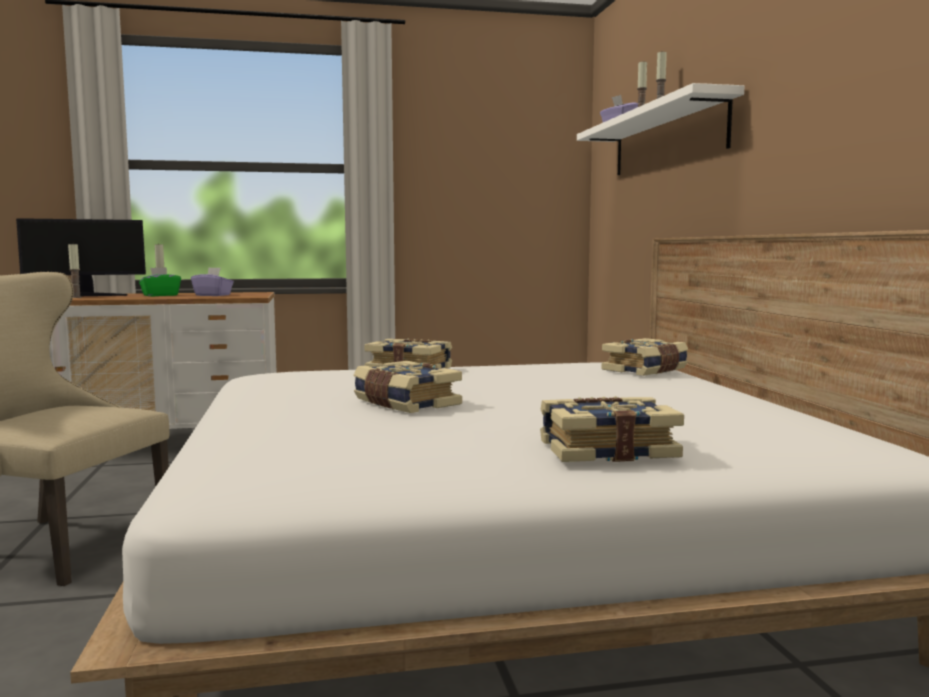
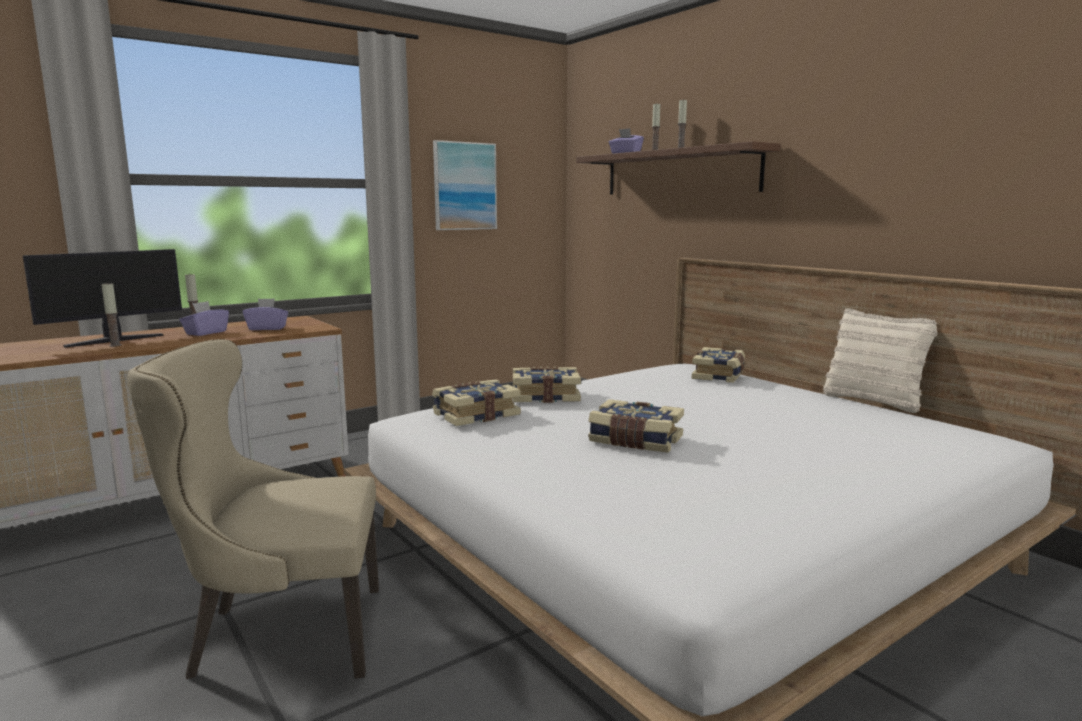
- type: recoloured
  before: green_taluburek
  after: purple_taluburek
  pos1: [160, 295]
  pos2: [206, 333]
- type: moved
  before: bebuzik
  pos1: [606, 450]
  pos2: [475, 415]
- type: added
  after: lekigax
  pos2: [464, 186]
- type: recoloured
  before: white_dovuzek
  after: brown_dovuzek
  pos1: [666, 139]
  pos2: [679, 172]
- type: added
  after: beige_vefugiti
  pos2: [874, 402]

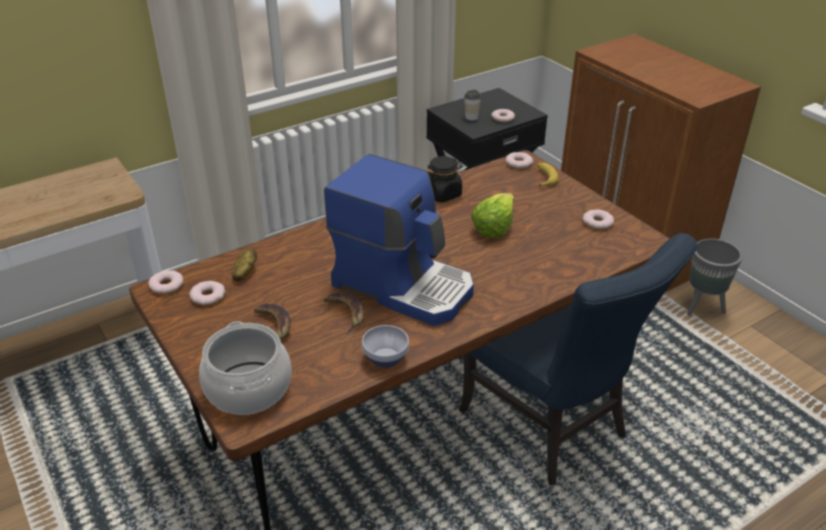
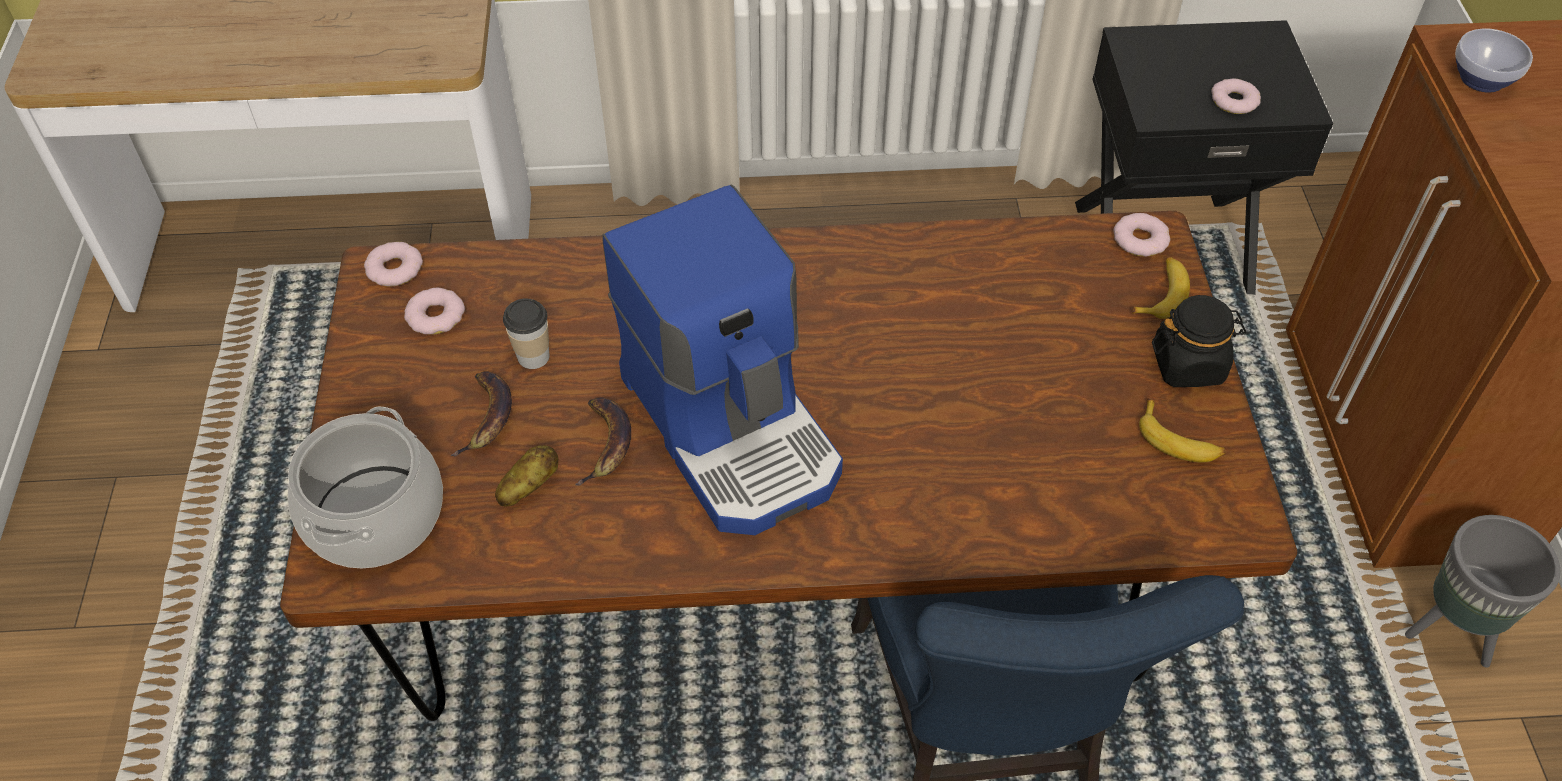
- type: moved
  before: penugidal
  pos1: [244, 273]
  pos2: [528, 487]
- type: moved
  before: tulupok
  pos1: [471, 117]
  pos2: [533, 356]
- type: replaced
  before: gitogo
  after: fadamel
  pos1: [597, 222]
  pos2: [1179, 440]
- type: moved
  before: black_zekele
  pos1: [442, 194]
  pos2: [1188, 365]
- type: moved
  before: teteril
  pos1: [385, 357]
  pos2: [1481, 78]
- type: removed
  before: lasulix
  pos1: [493, 227]

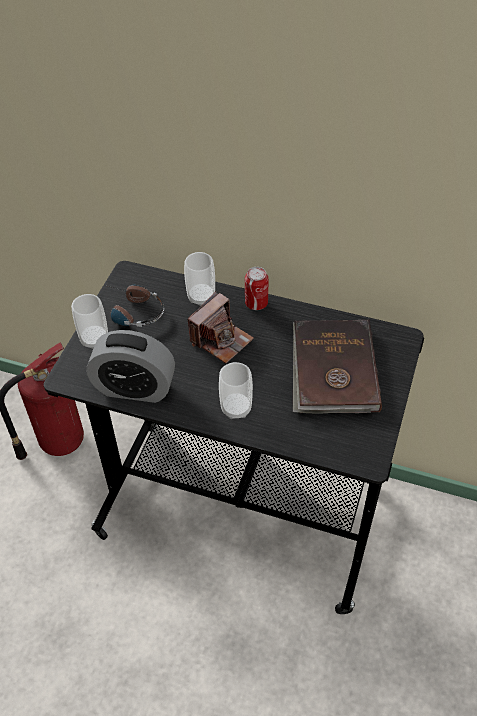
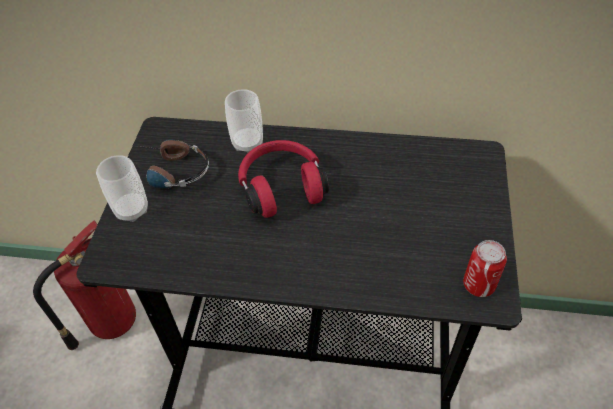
- type: replaced
  before: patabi
  after: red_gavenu
  pos1: [221, 339]
  pos2: [281, 187]
- type: moved
  before: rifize
  pos1: [256, 303]
  pos2: [479, 285]
- type: removed
  before: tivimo
  pos1: [134, 388]
- type: removed
  before: tulupok
  pos1: [236, 408]
- type: removed
  before: brown_bebuzik
  pos1: [333, 370]

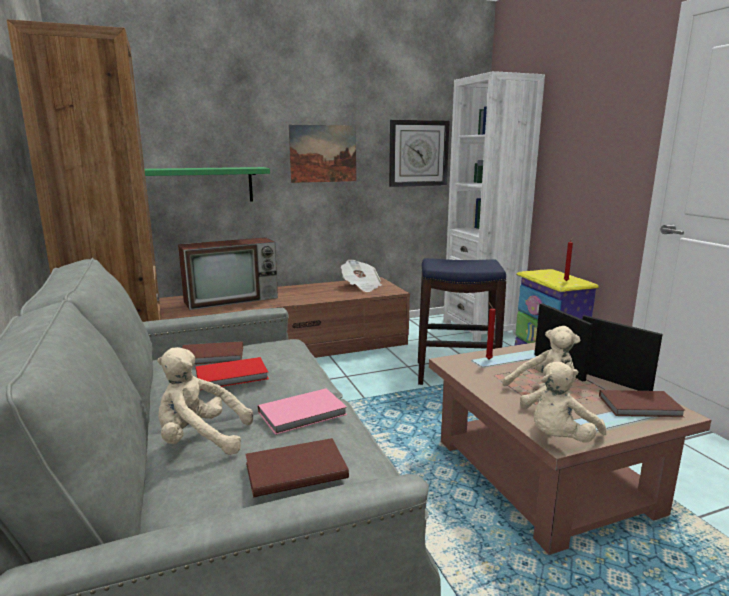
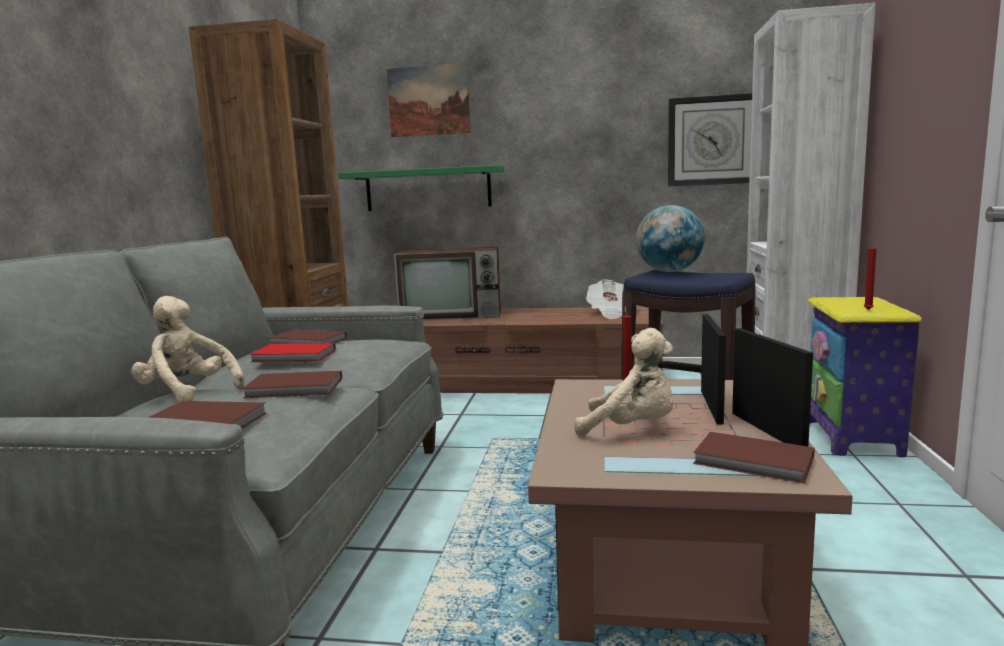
- type: recoloured
  before: pink_bebuzik
  after: brown_bebuzik
  pos1: [304, 414]
  pos2: [295, 388]
- type: moved
  before: lekigax
  pos1: [323, 153]
  pos2: [429, 101]
- type: added
  after: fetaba
  pos2: [669, 271]
- type: removed
  before: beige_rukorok
  pos1: [560, 438]

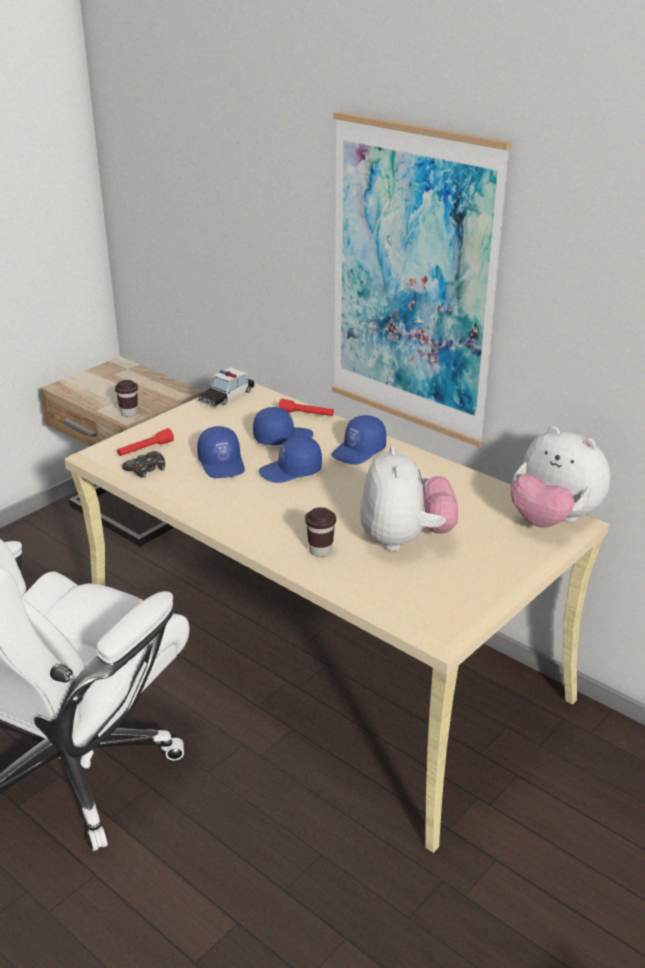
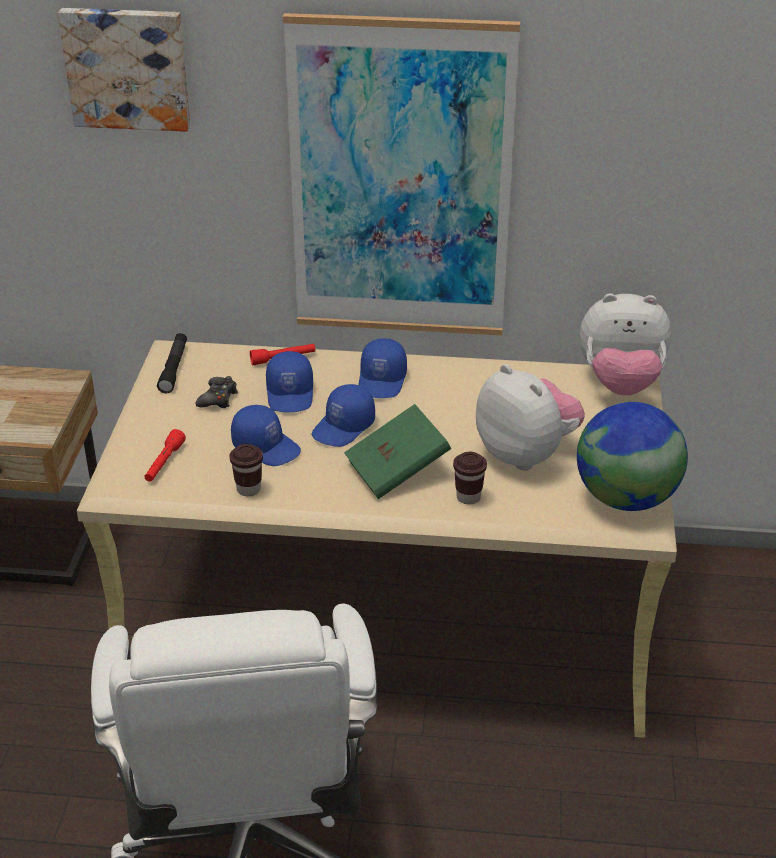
- type: added
  after: lekigax
  pos2: [127, 68]
- type: replaced
  before: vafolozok
  after: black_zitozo
  pos1: [227, 396]
  pos2: [174, 368]
- type: moved
  before: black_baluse
  pos1: [146, 469]
  pos2: [218, 398]
- type: moved
  before: brown_tulupok
  pos1: [129, 413]
  pos2: [248, 489]
- type: turned
  before: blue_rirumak
  pos1: [282, 437]
  pos2: [291, 394]
  turn: 135
- type: added
  after: green_bebuzik
  pos2: [397, 470]
- type: added
  after: fetaba
  pos2: [626, 498]

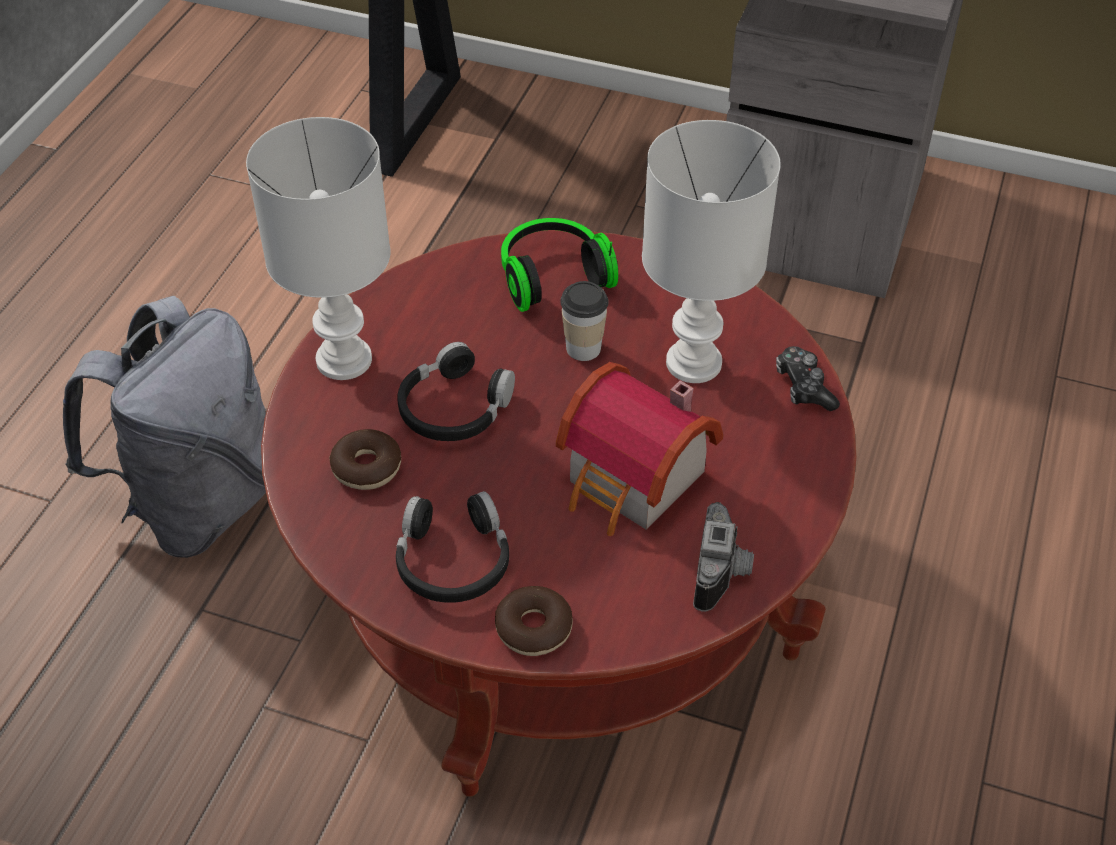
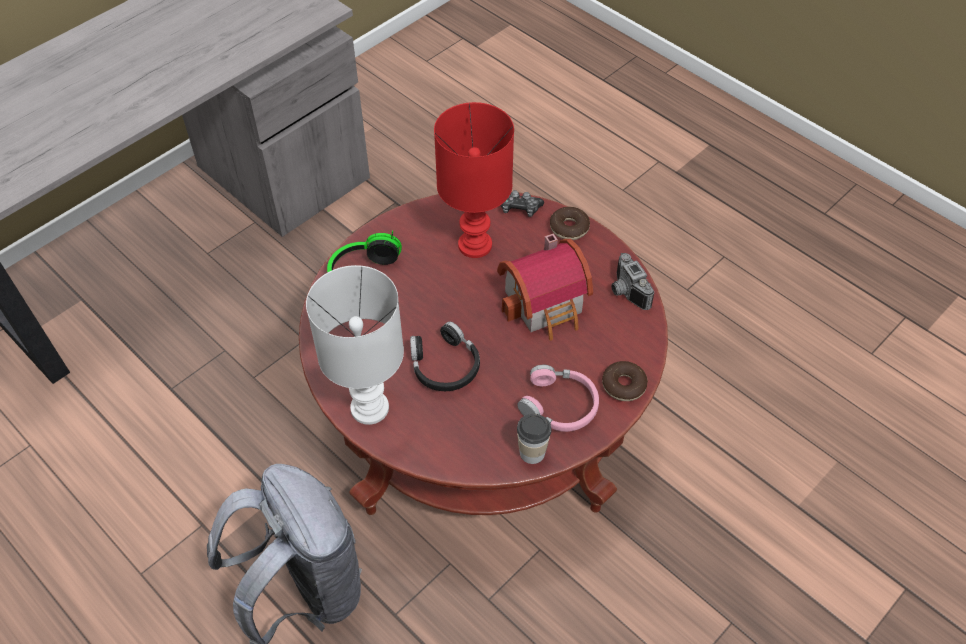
- type: recoloured
  before: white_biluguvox
  after: red_biluguvox
  pos1: [691, 363]
  pos2: [474, 246]
- type: recoloured
  before: black_gavenu
  after: pink_gavenu
  pos1: [453, 560]
  pos2: [559, 405]
- type: moved
  before: tulupok
  pos1: [583, 348]
  pos2: [532, 453]
- type: moved
  before: gitogo
  pos1: [366, 467]
  pos2: [569, 228]
- type: turned
  before: patabi
  pos1: [724, 573]
  pos2: [625, 292]
  turn: -150

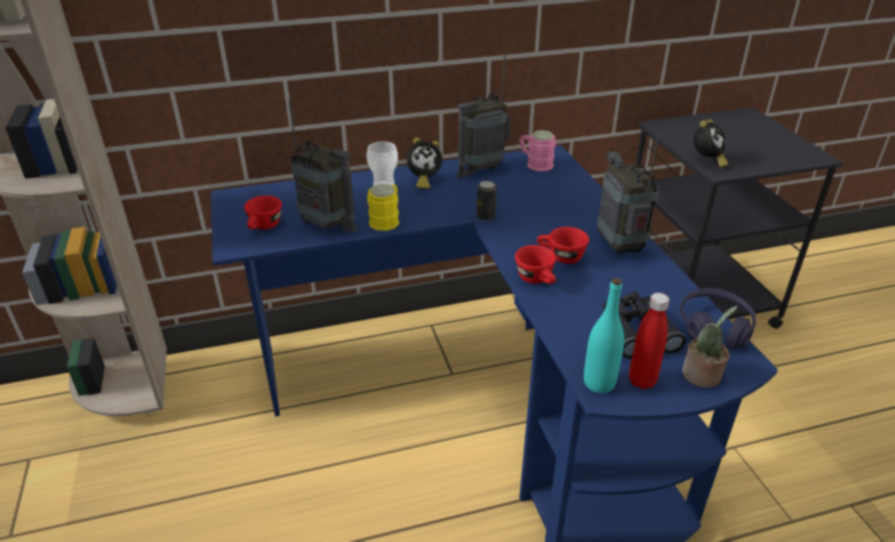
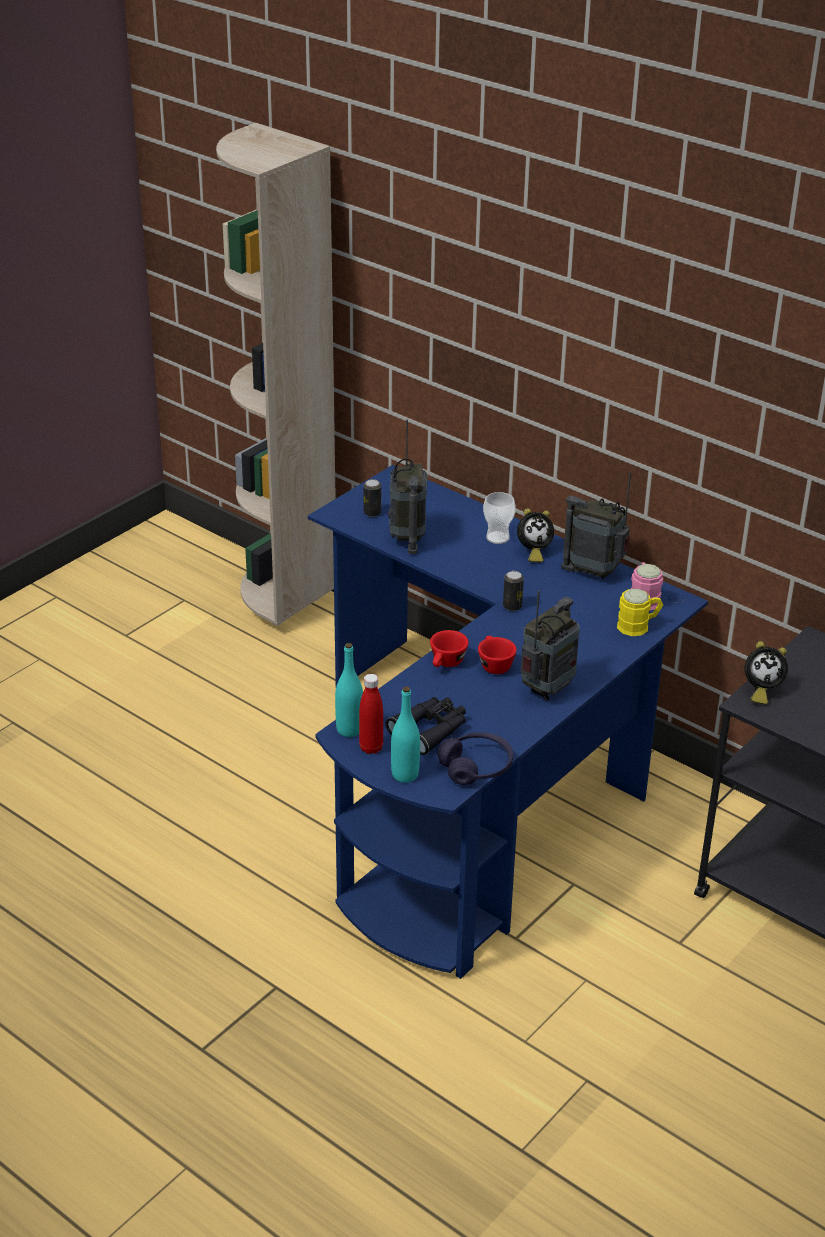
- type: replaced
  before: red_tulupok
  after: rifize
  pos1: [264, 227]
  pos2: [372, 513]
- type: replaced
  before: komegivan
  after: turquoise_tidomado
  pos1: [702, 377]
  pos2: [405, 774]
- type: turned
  before: tivimo
  pos1: [423, 181]
  pos2: [533, 552]
  turn: -60
- type: moved
  before: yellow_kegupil
  pos1: [387, 219]
  pos2: [638, 626]

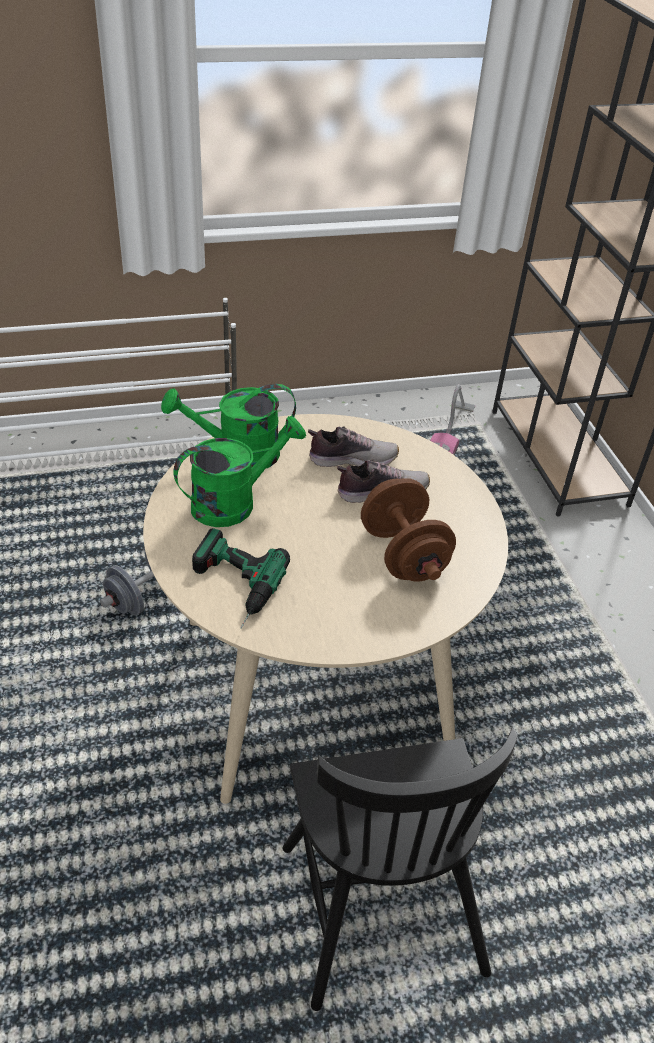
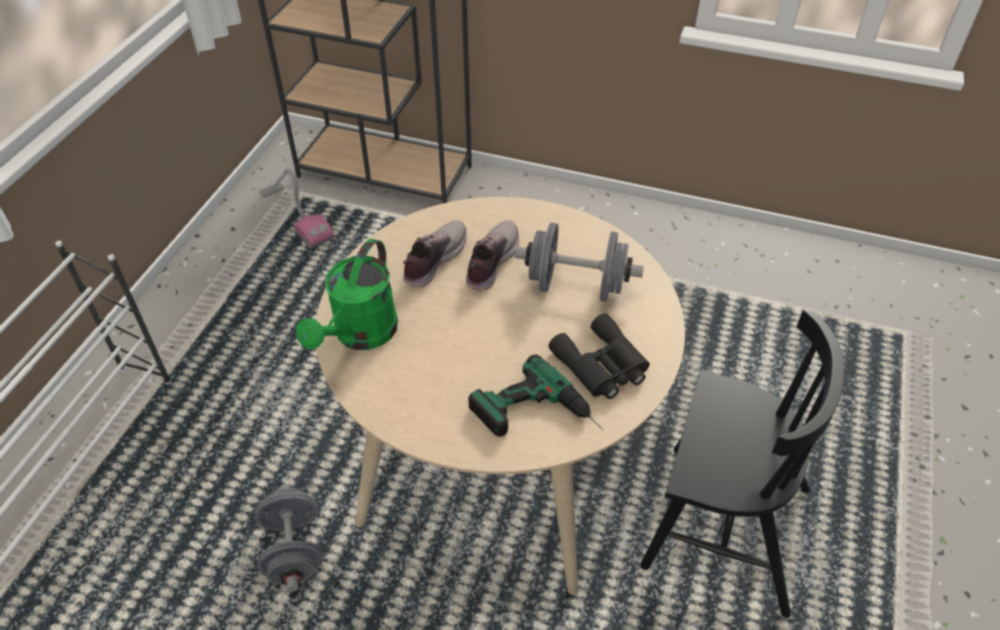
- type: recoloured
  before: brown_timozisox
  after: grey_timozisox
  pos1: [403, 555]
  pos2: [576, 286]
- type: added
  after: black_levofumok
  pos2: [602, 366]
- type: removed
  before: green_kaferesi
  pos1: [234, 502]

